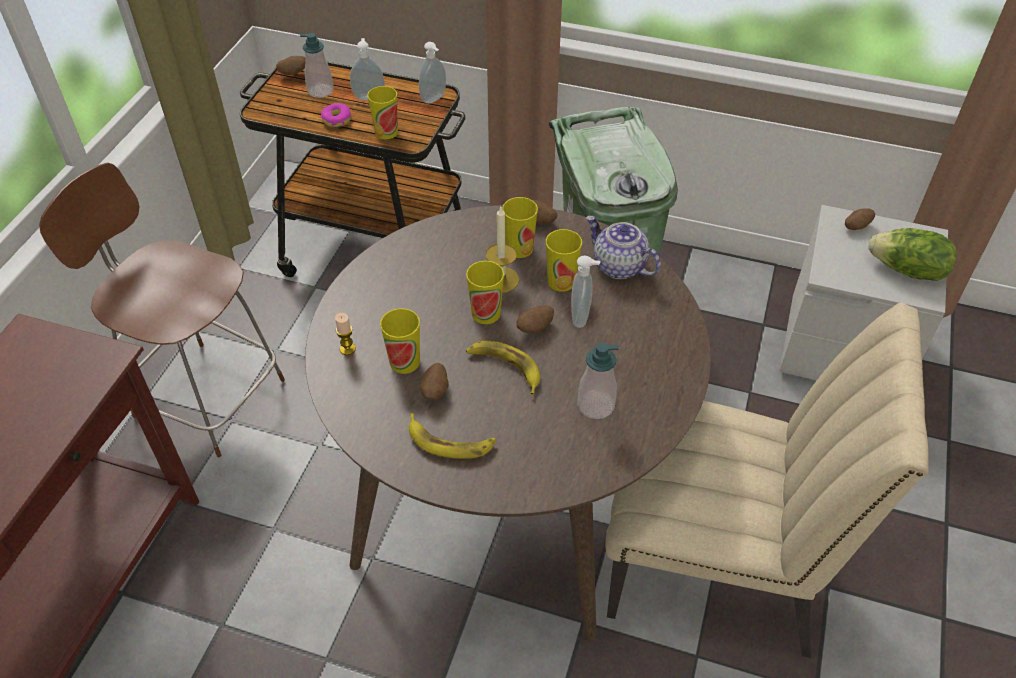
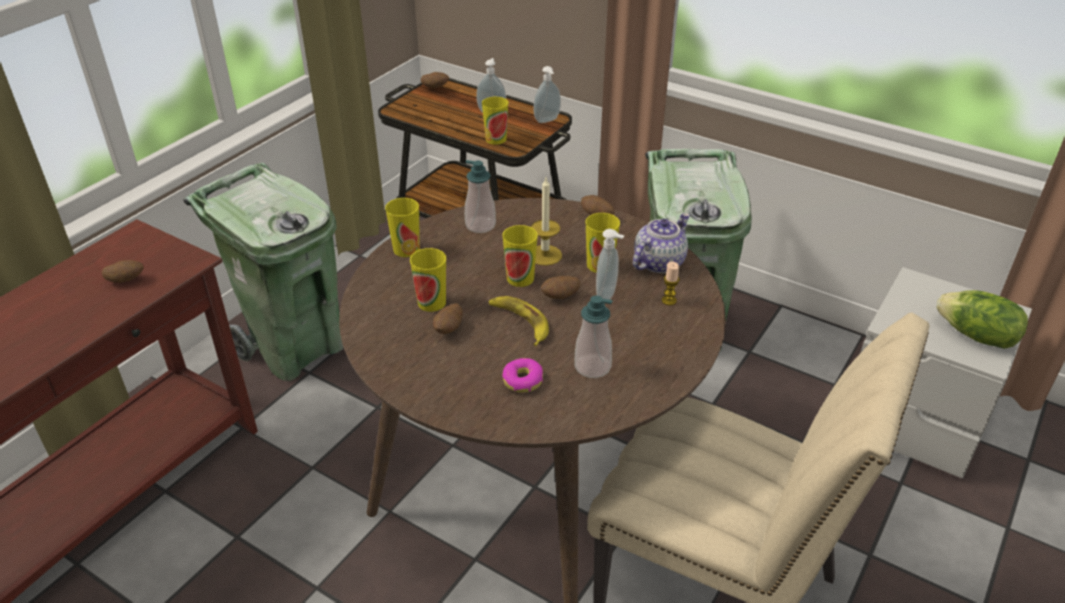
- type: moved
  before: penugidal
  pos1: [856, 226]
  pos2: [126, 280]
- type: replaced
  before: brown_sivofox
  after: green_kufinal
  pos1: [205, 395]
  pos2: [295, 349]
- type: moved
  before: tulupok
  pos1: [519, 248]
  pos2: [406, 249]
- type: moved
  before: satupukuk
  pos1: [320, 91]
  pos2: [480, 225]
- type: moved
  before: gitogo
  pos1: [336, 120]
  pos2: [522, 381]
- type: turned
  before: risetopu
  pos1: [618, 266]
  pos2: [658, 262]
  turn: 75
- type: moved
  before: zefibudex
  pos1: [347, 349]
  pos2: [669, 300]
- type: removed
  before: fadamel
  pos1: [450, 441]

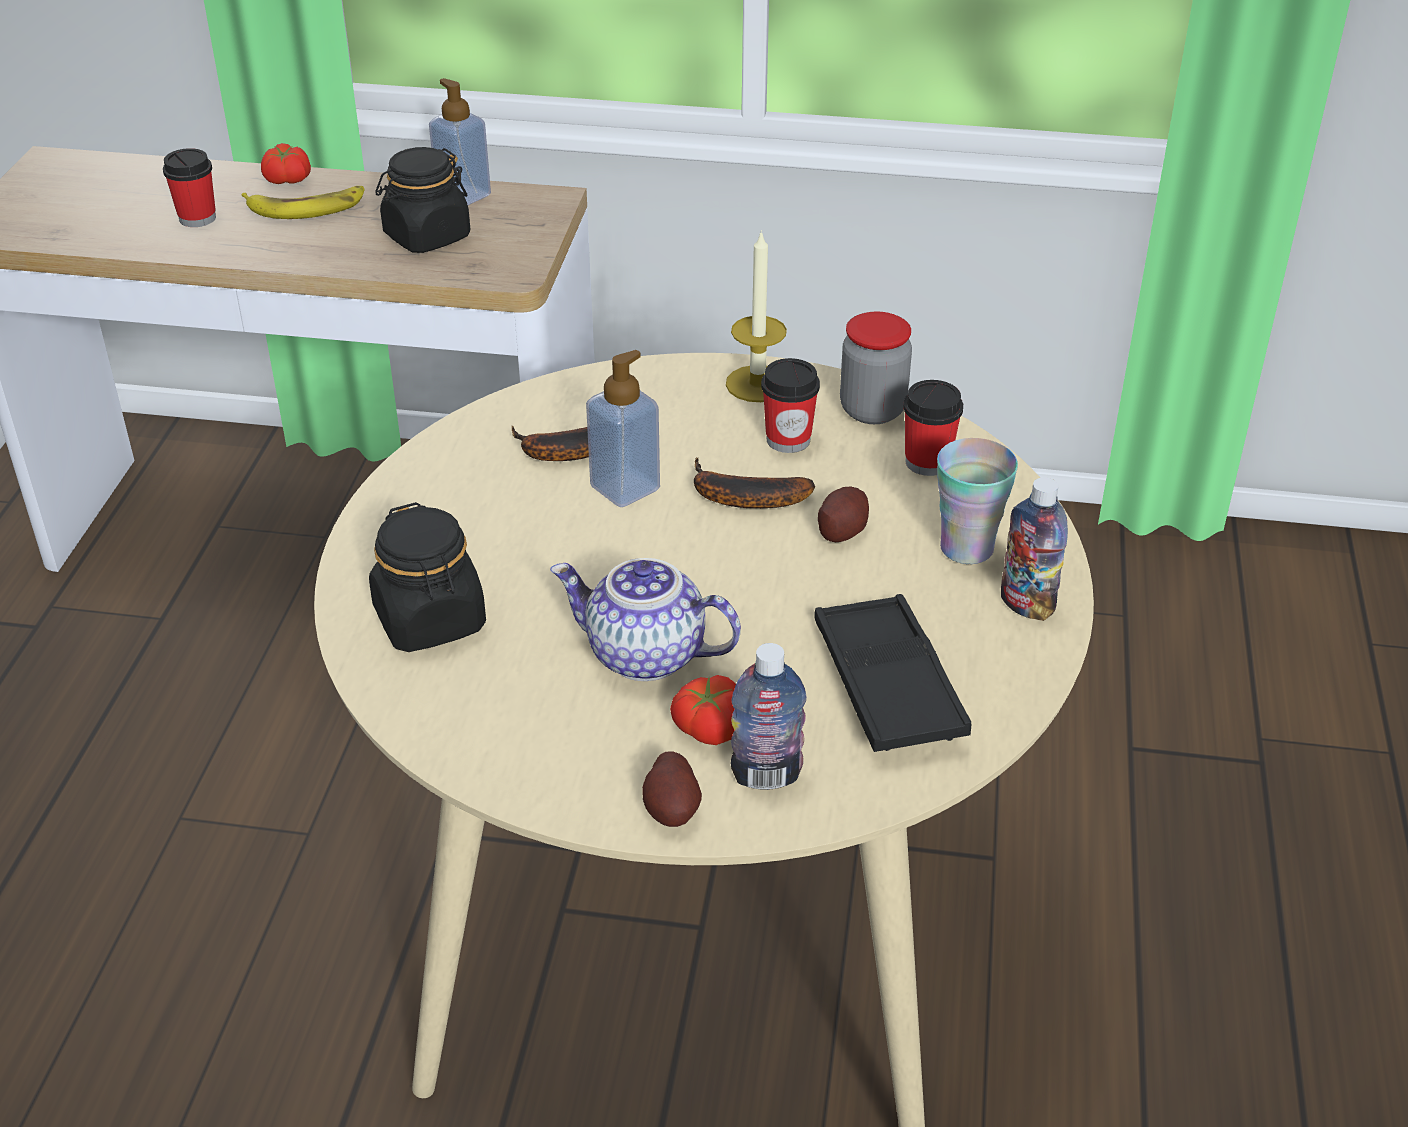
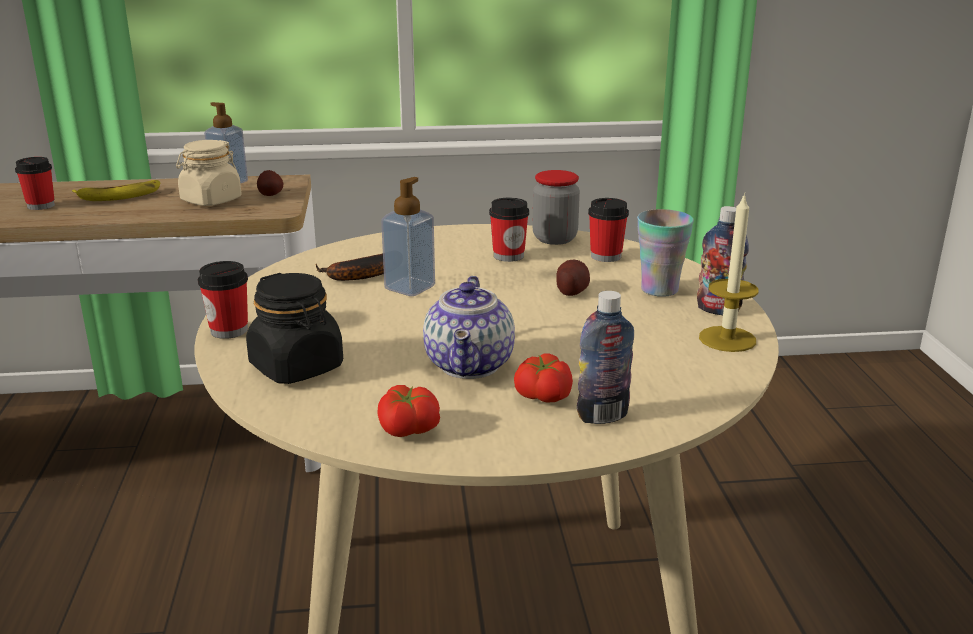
- type: recoloured
  before: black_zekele
  after: beige_zekele
  pos1: [426, 237]
  pos2: [211, 200]
- type: added
  after: tulupok
  pos2: [229, 330]
- type: moved
  before: penugidal
  pos1: [672, 809]
  pos2: [271, 194]
- type: moved
  before: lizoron
  pos1: [286, 180]
  pos2: [407, 430]
- type: turned
  before: risetopu
  pos1: [643, 656]
  pos2: [471, 366]
  turn: -90
- type: moved
  before: zefibudex
  pos1: [757, 384]
  pos2: [727, 339]
- type: removed
  before: fadamel
  pos1: [741, 498]
- type: removed
  before: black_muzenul
  pos1: [887, 684]

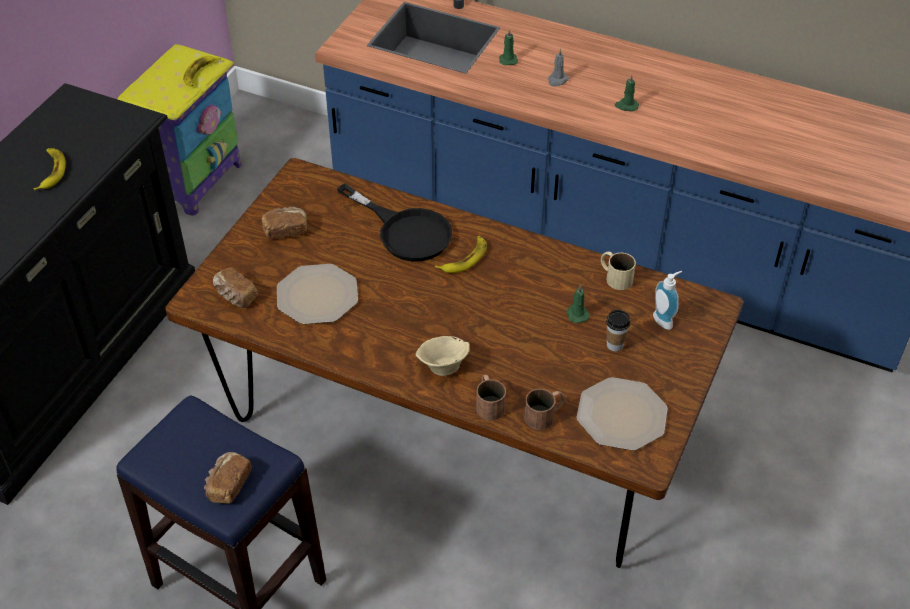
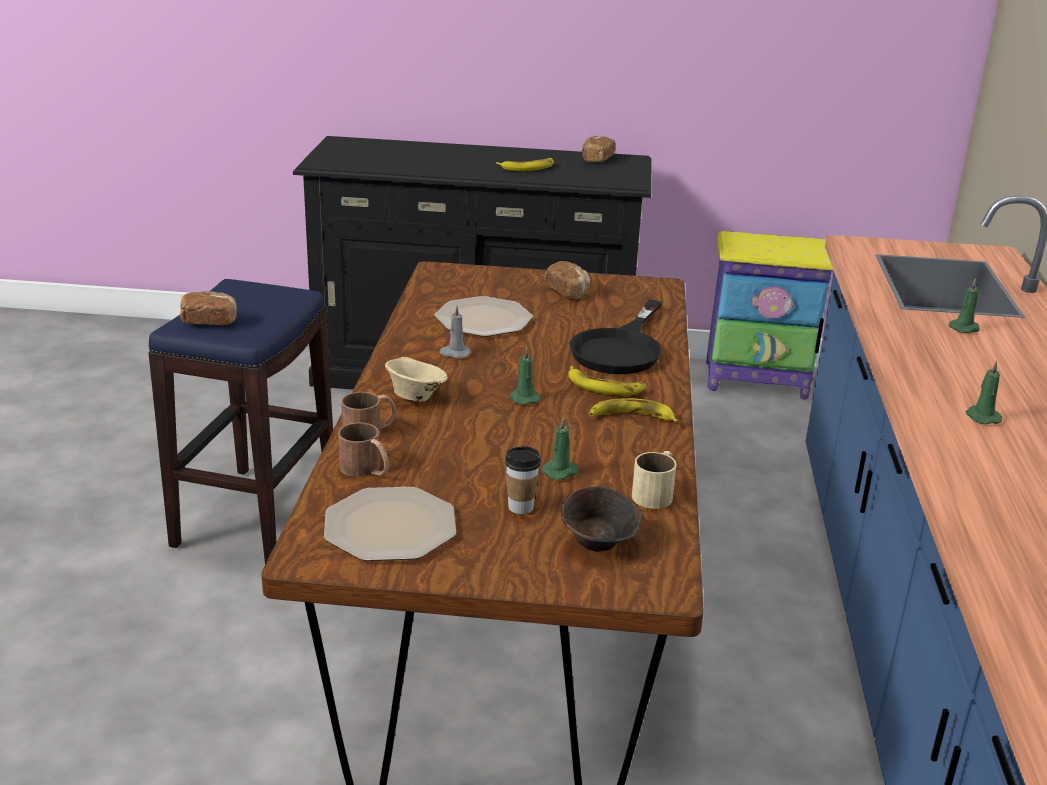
- type: moved
  before: grey_zefibudex
  pos1: [557, 80]
  pos2: [454, 353]
- type: added
  after: green_zefibudex
  pos2: [523, 398]
- type: replaced
  before: satupukuk
  after: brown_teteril
  pos1: [665, 319]
  pos2: [599, 544]
- type: moved
  before: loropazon
  pos1: [235, 296]
  pos2: [596, 159]
- type: moved
  before: fadamel
  pos1: [200, 73]
  pos2: [631, 417]

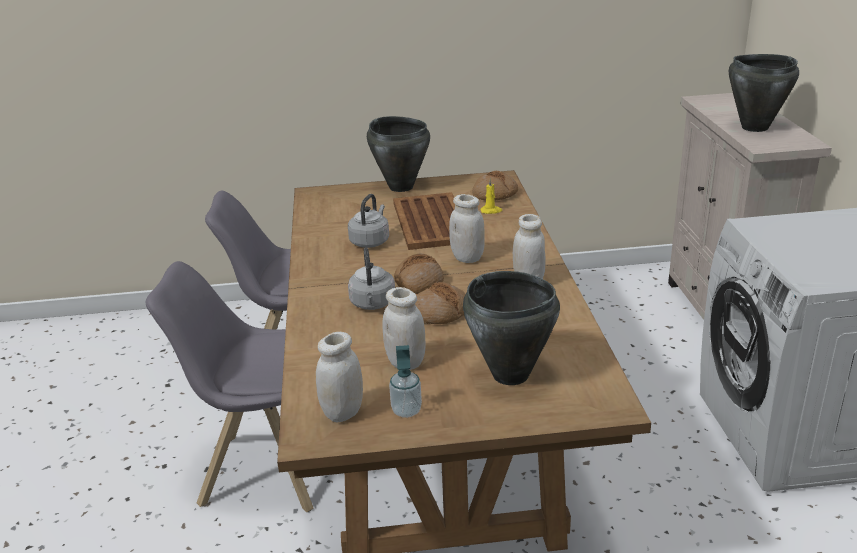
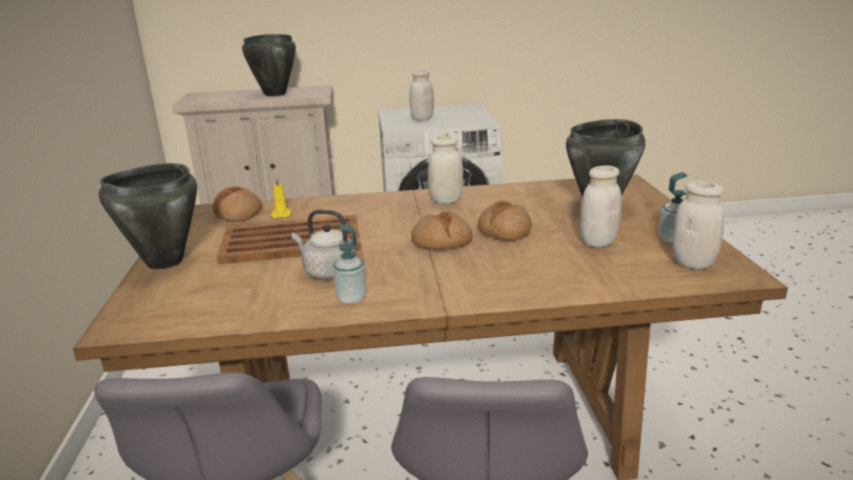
- type: added
  after: satupukuk
  pos2: [351, 298]
- type: moved
  before: white_zekele
  pos1: [467, 258]
  pos2: [422, 118]
- type: removed
  before: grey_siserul
  pos1: [373, 304]

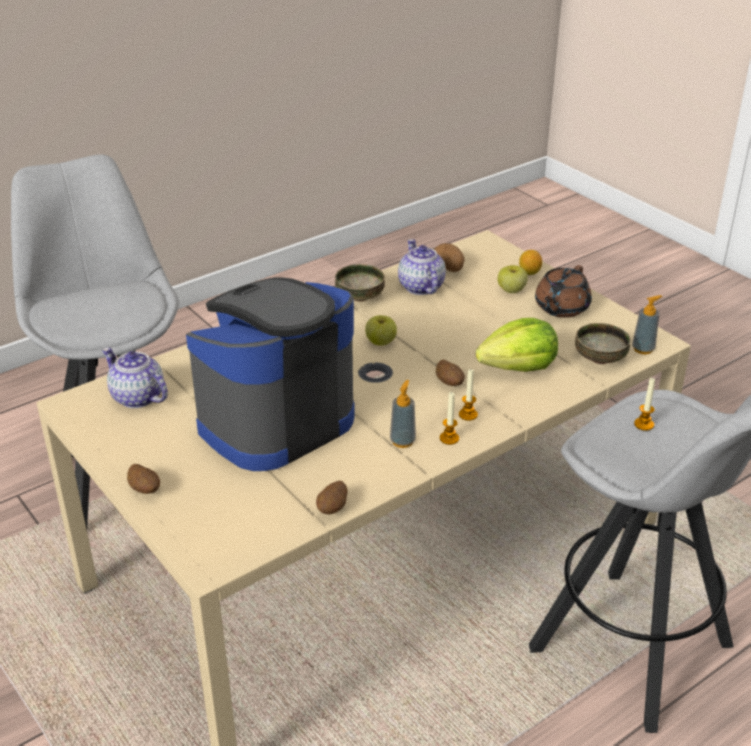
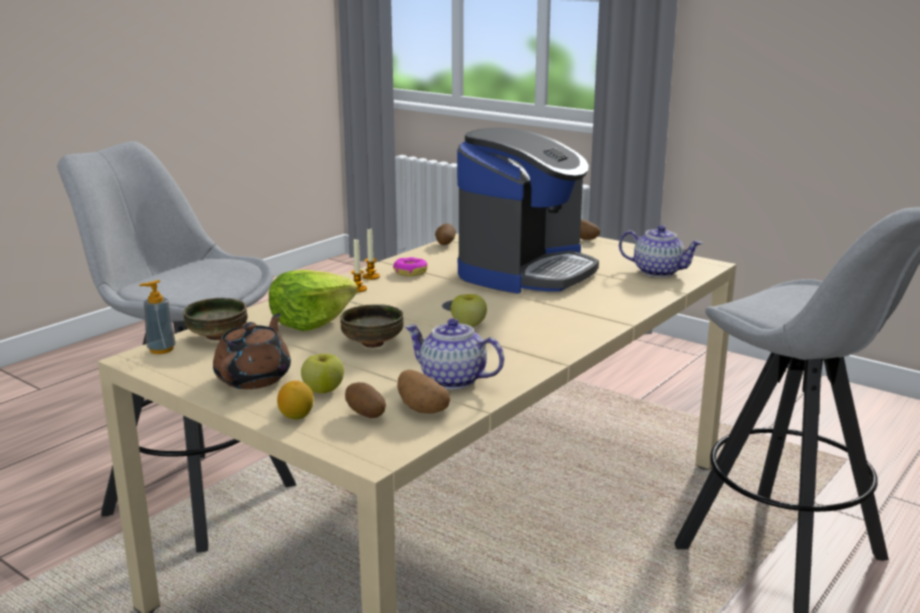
- type: moved
  before: teteril
  pos1: [360, 297]
  pos2: [372, 344]
- type: moved
  before: penugidal
  pos1: [449, 383]
  pos2: [365, 415]
- type: replaced
  before: satupukuk
  after: gitogo
  pos1: [402, 441]
  pos2: [410, 272]
- type: turned
  before: risetopu
  pos1: [420, 286]
  pos2: [452, 380]
  turn: 150
- type: removed
  before: zefibudex
  pos1: [644, 424]

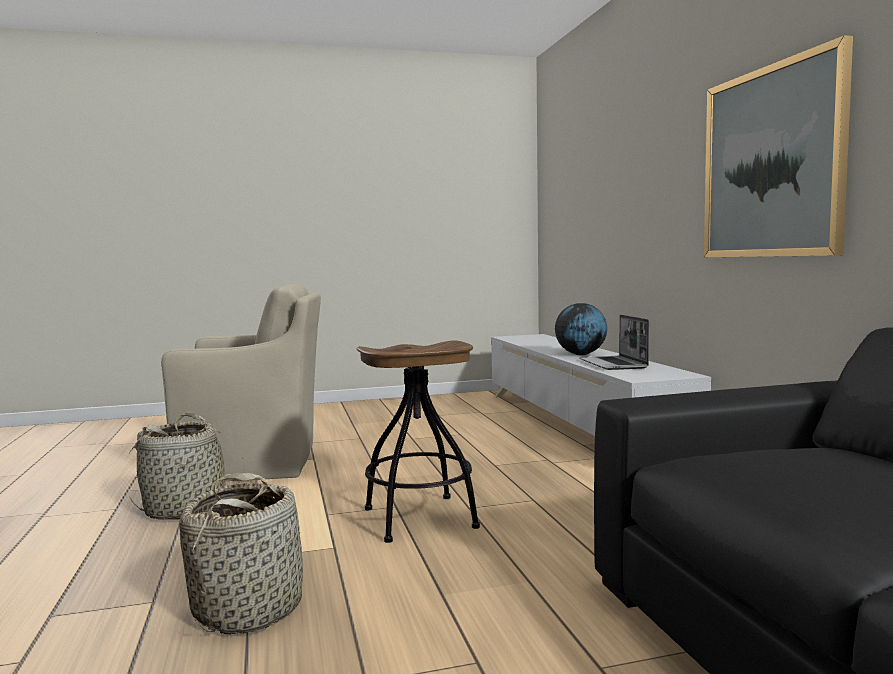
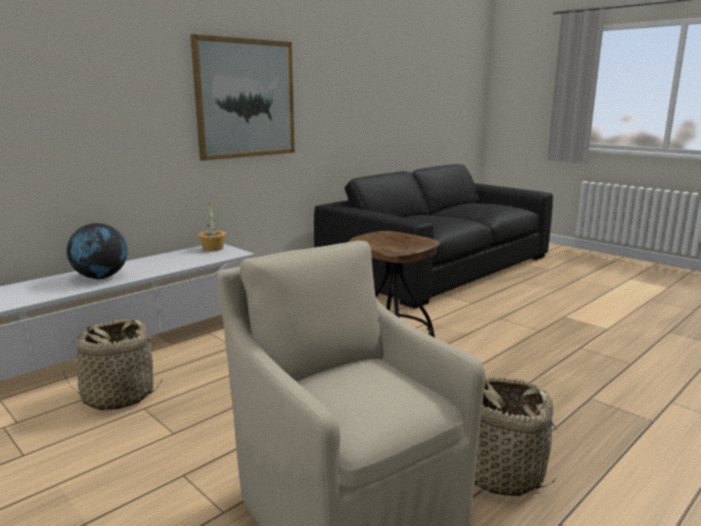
- type: moved
  before: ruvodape
  pos1: [249, 608]
  pos2: [118, 396]
- type: added
  after: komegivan
  pos2: [212, 248]
- type: removed
  before: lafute
  pos1: [614, 364]

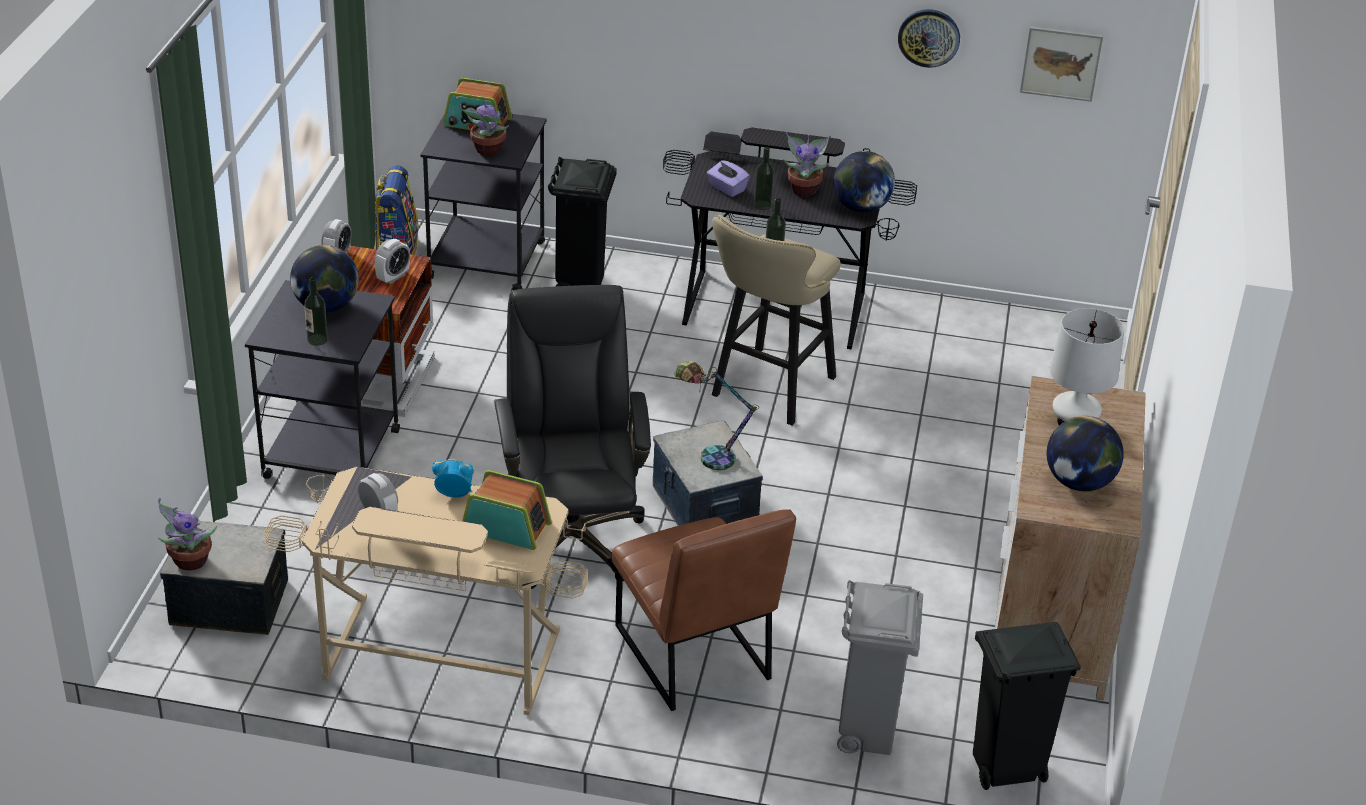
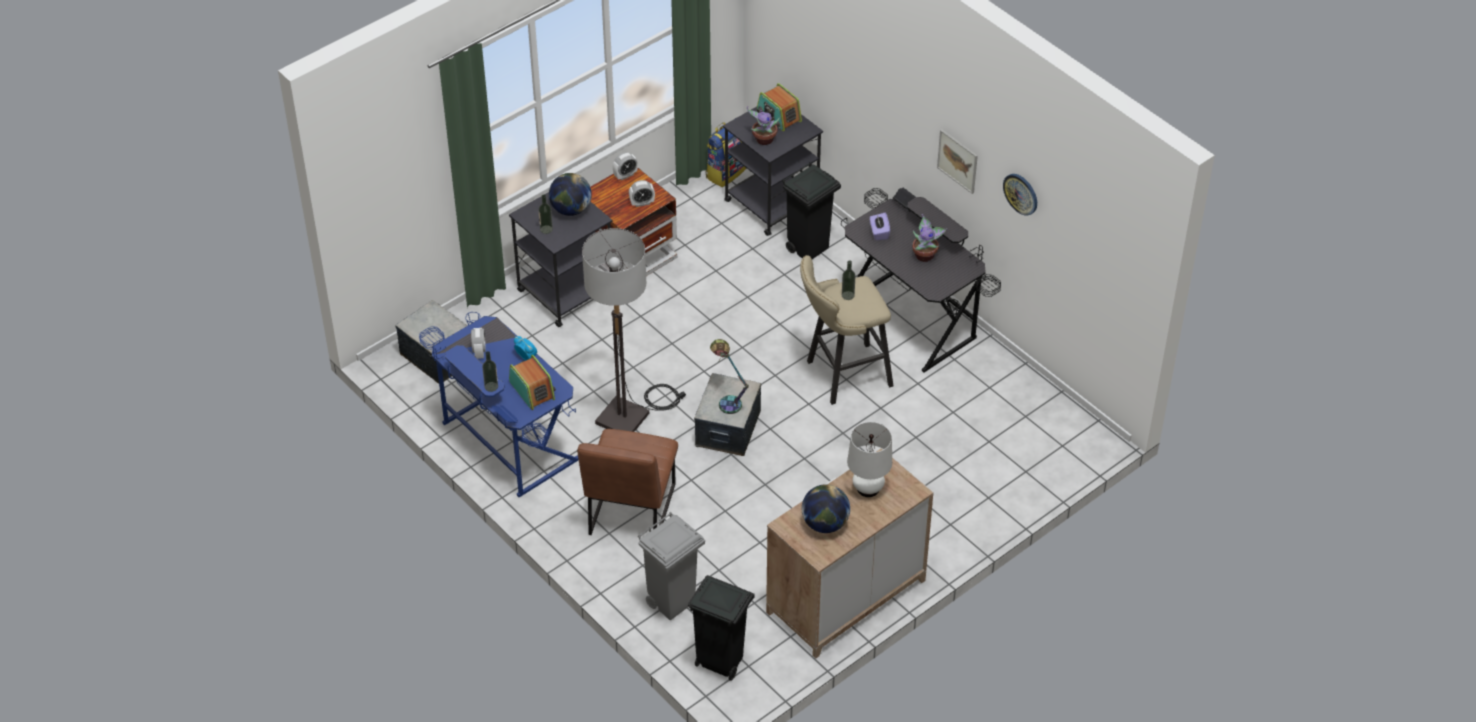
- type: recoloured
  before: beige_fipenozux
  after: blue_fipenozux
  pos1: [440, 659]
  pos2: [506, 443]
- type: moved
  before: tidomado
  pos1: [762, 205]
  pos2: [491, 386]
- type: replaced
  before: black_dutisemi
  after: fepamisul
  pos1: [570, 543]
  pos2: [634, 413]
- type: moved
  before: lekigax
  pos1: [1061, 63]
  pos2: [957, 161]
- type: removed
  before: komegivan
  pos1: [188, 561]
- type: removed
  before: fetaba
  pos1: [861, 207]

